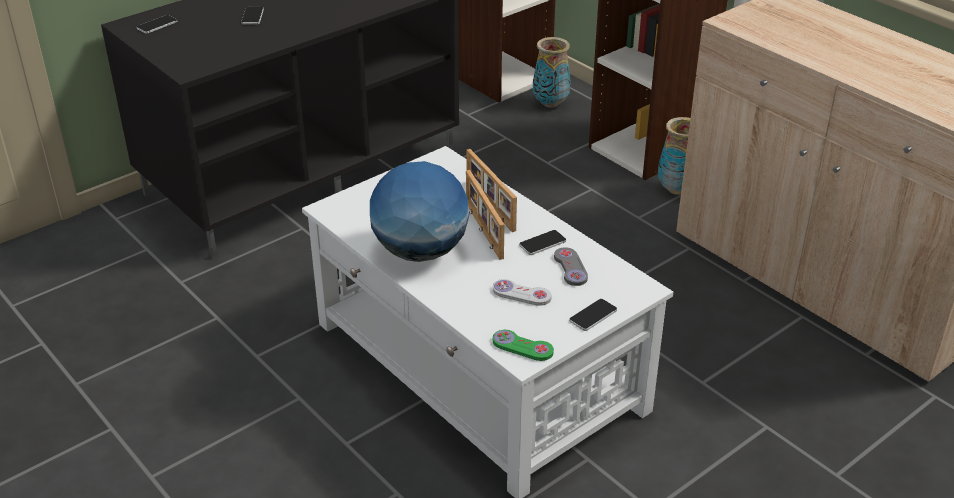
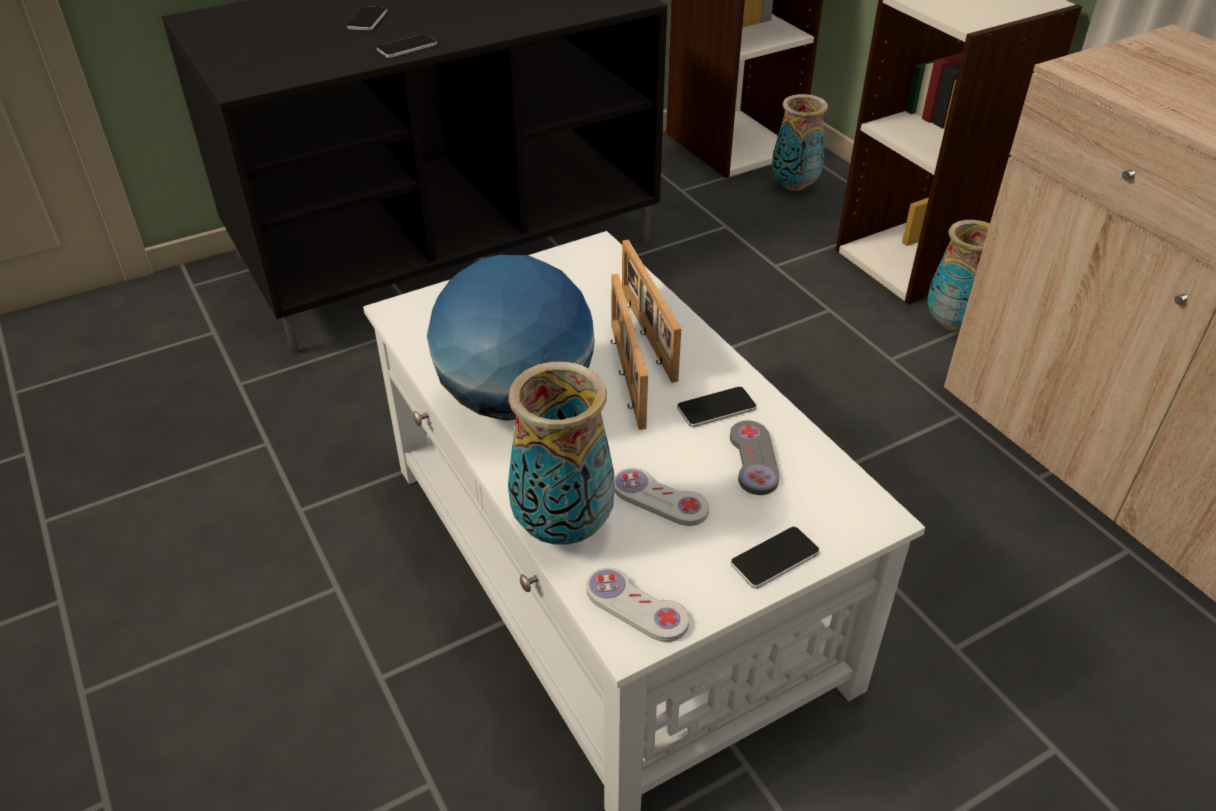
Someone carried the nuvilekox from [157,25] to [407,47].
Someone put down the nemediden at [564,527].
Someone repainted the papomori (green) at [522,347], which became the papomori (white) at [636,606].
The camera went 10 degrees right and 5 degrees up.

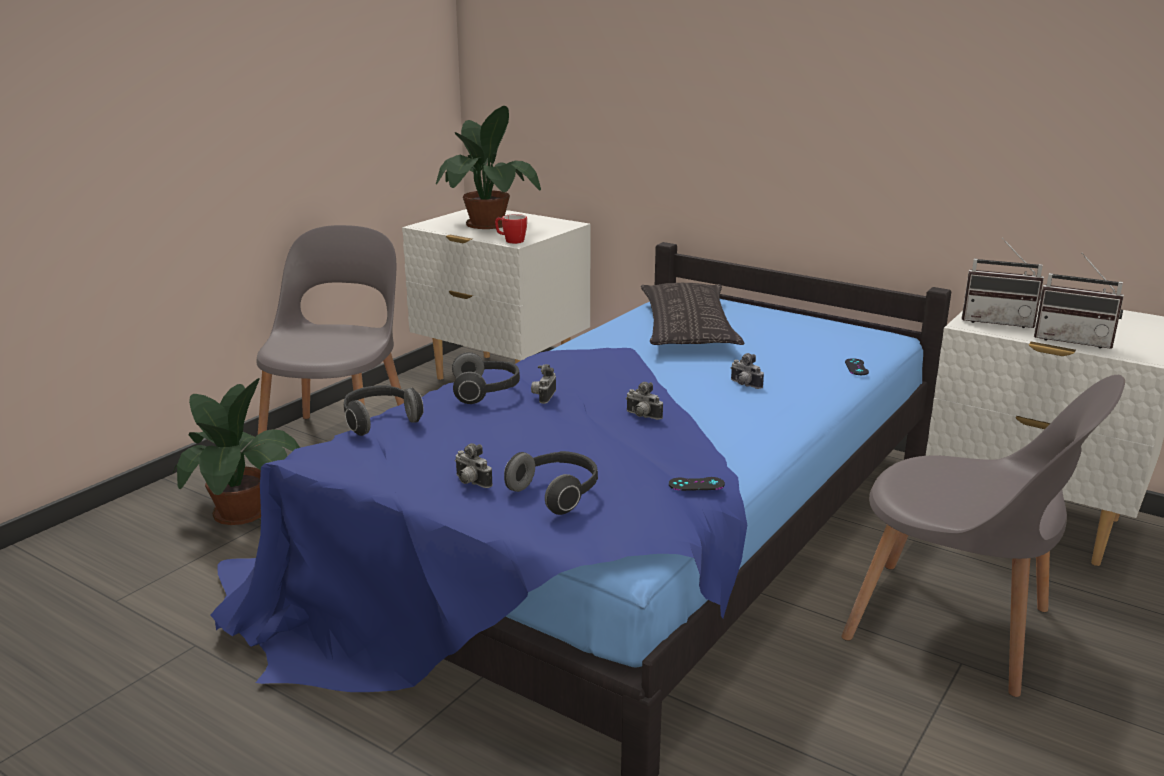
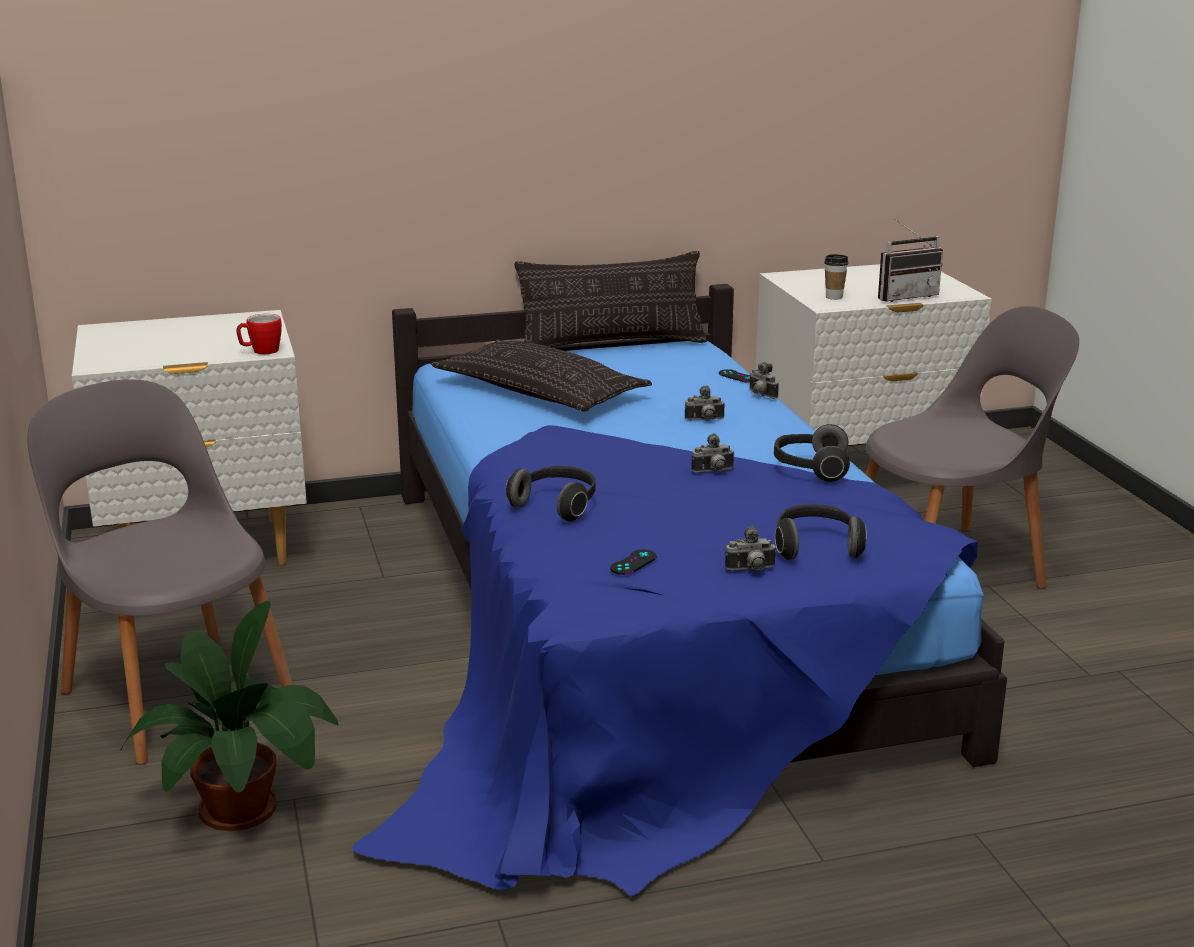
Someone put down the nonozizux at [612,345].
Someone carried the papomori (black) from [696,484] to [633,562].
Someone carried the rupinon from [543,396] to [760,395].
Someone carried the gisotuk from [379,421] to [810,468].
Someone swapped the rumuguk at [998,321] for the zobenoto at [834,297].
Someone took away the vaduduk at [488,225].
The camera went 50 degrees left and 0 degrees up.

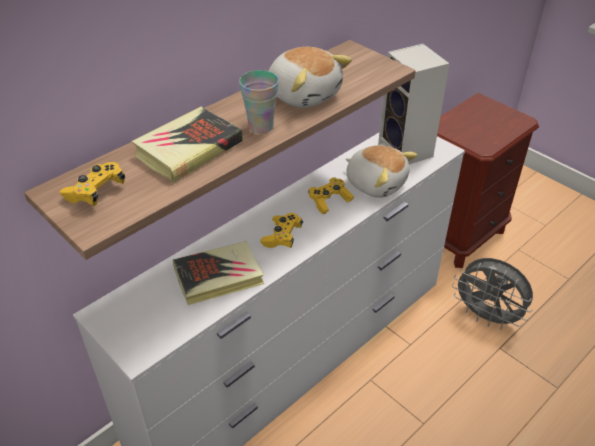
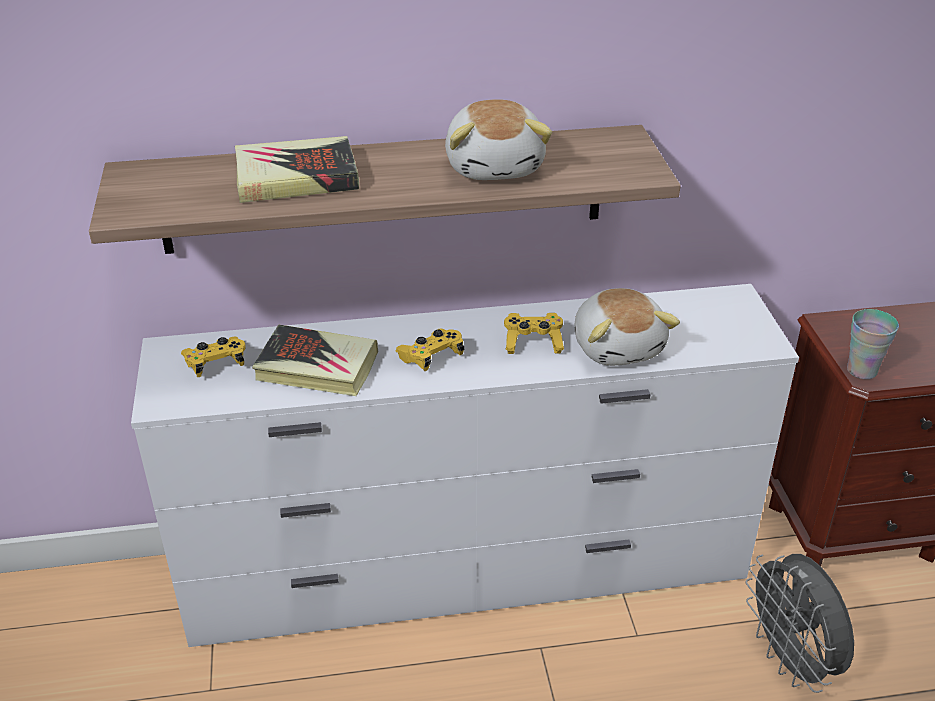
Someone carried the papomori (yellow) from [96,192] to [216,364].
Someone carried the zobenoto from [261,126] to [862,370].
Someone took away the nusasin at [407,151].
The camera went 35 degrees right and 5 degrees down.

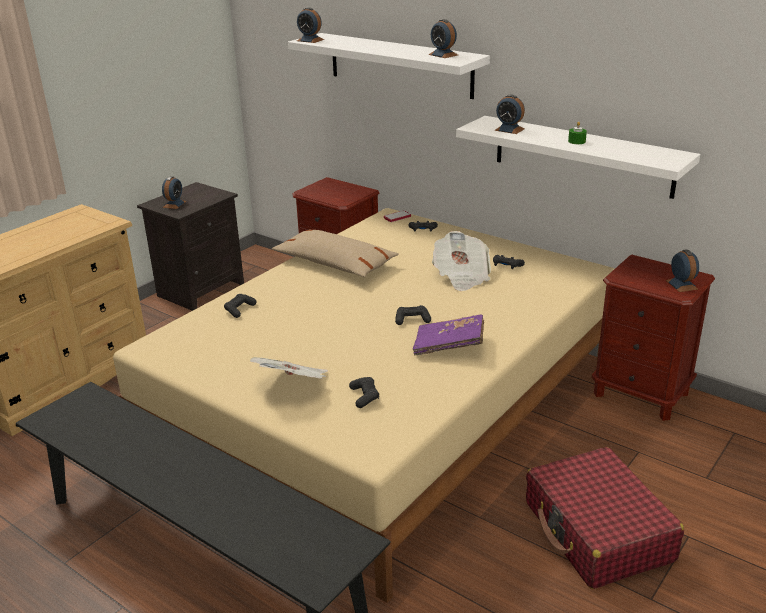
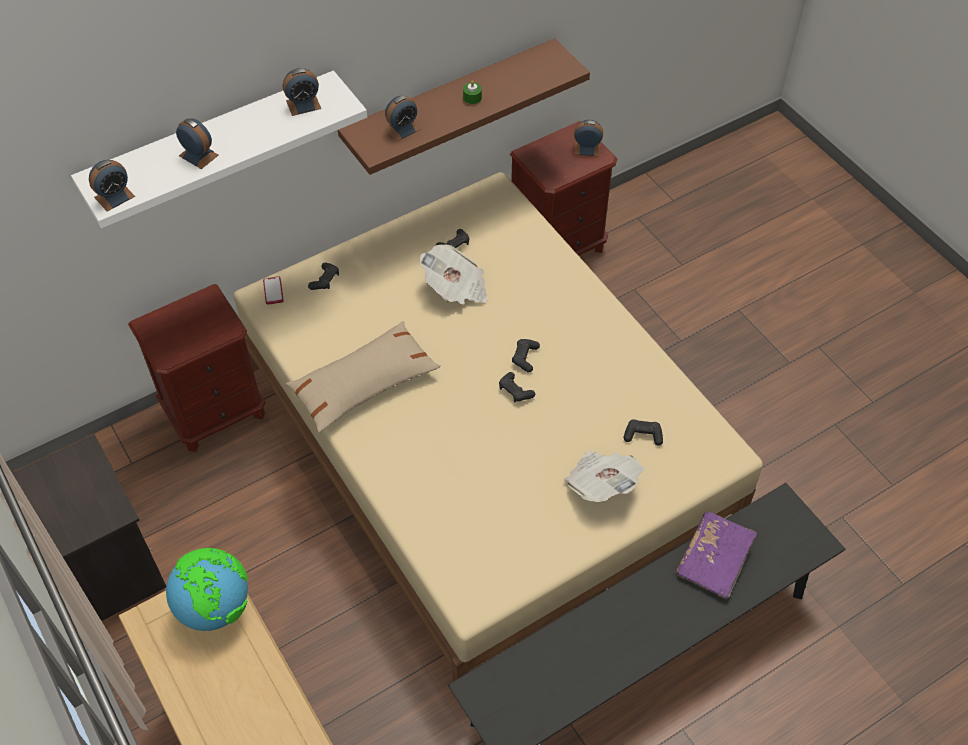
Someone put down the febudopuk at [215,607].
Someone carried the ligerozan from [174,204] to [198,155].
Someone repainted the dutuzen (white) at [582,156], which became the dutuzen (brown) at [450,102].
Someone carried the papomori (black) from [239,309] to [515,391].
Someone carried the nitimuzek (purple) from [449,346] to [714,560].
Someone took away the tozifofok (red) at [597,532].
The camera went 70 degrees left and 25 degrees up.

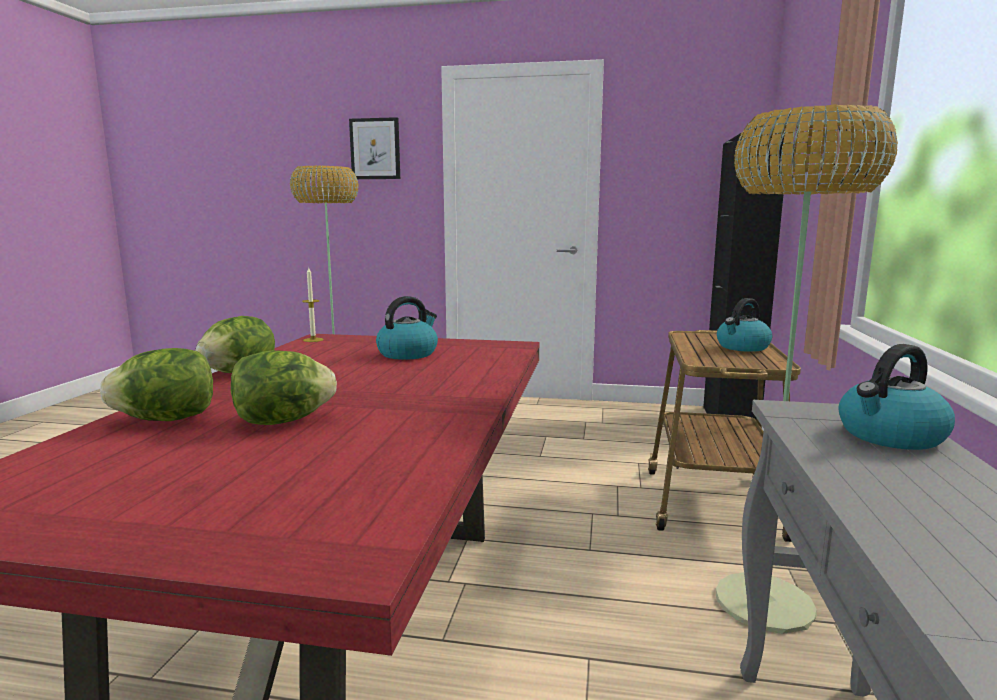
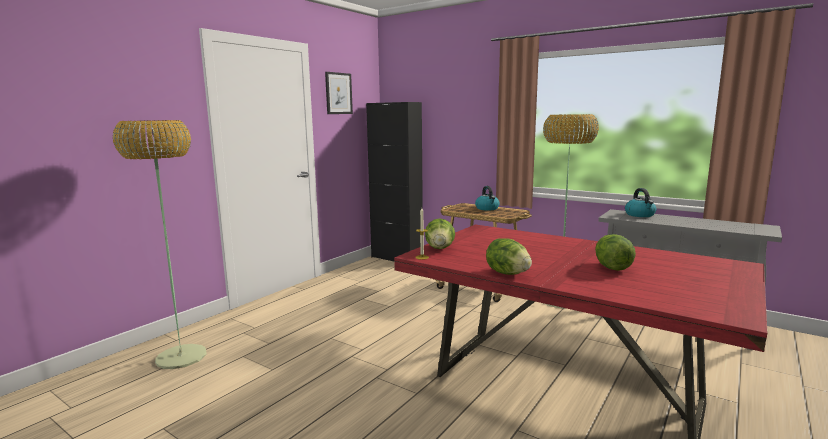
Someone carried the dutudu from [375,149] to [338,93].
Someone carried the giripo from [167,419] to [440,248].
Someone took away the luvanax at [408,353].
The camera went 65 degrees left and 0 degrees up.

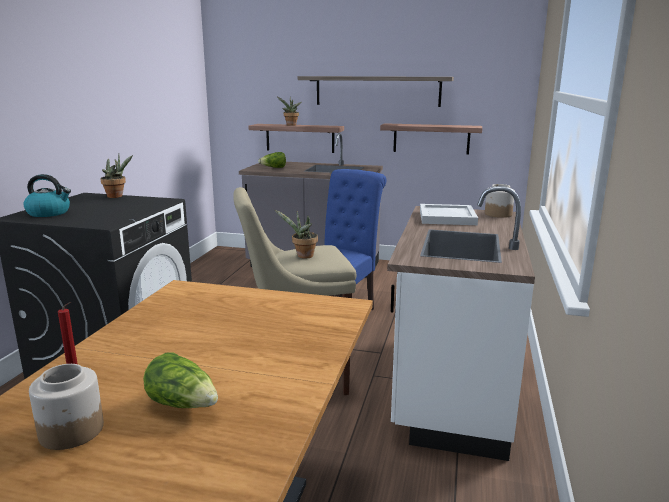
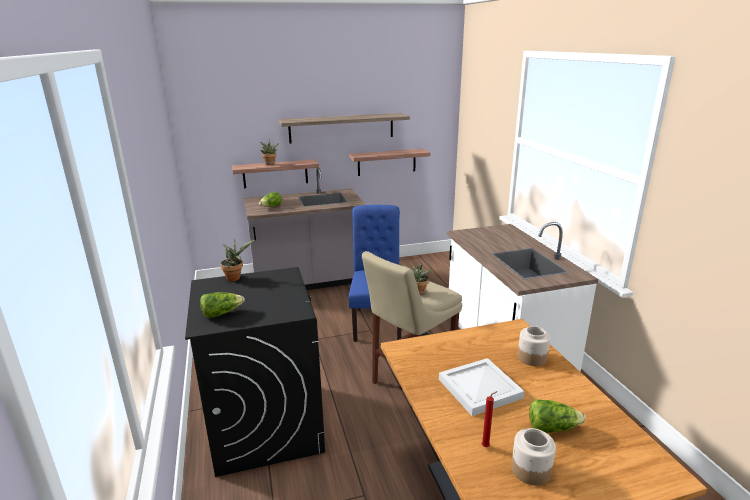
Someone swapped the luvanax at [49,213] for the giripo at [221,313].
Someone carried the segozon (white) from [446,217] to [478,388].
Someone carried the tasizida from [498,214] to [531,357].
The camera went 30 degrees left and 5 degrees up.

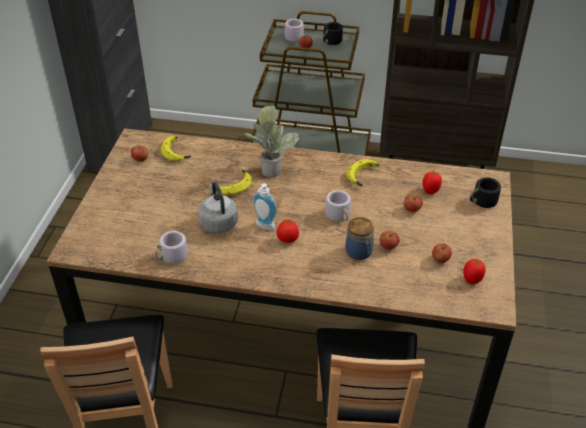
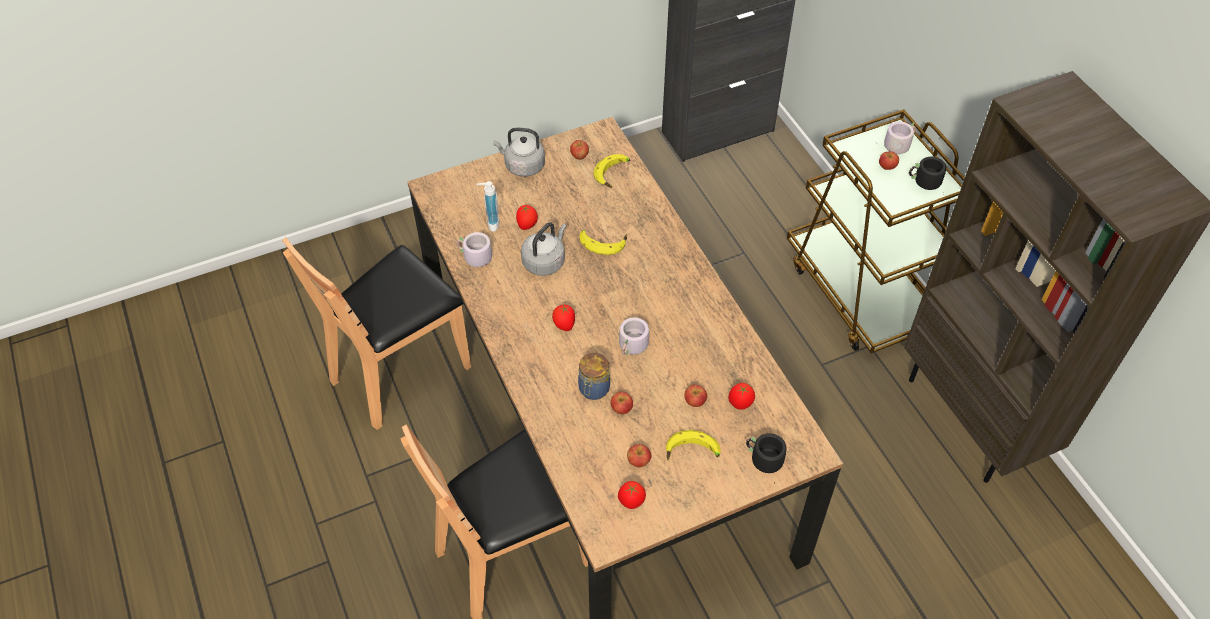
Someone carried the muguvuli from [264,227] to [490,223].
Someone put down the luvanax (grey) at [522,166].
Someone put down the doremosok at [527,226].
Someone carried the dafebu from [364,176] to [692,453].
Someone took away the vaduduk at [271,167].
The camera went 55 degrees right and 10 degrees up.

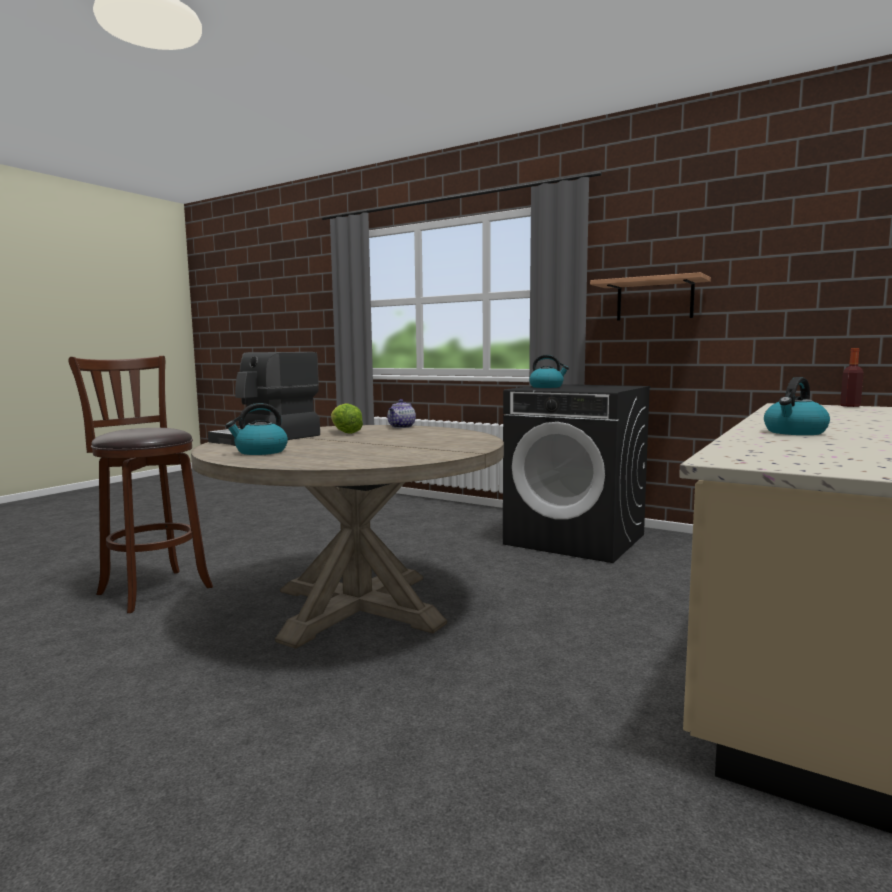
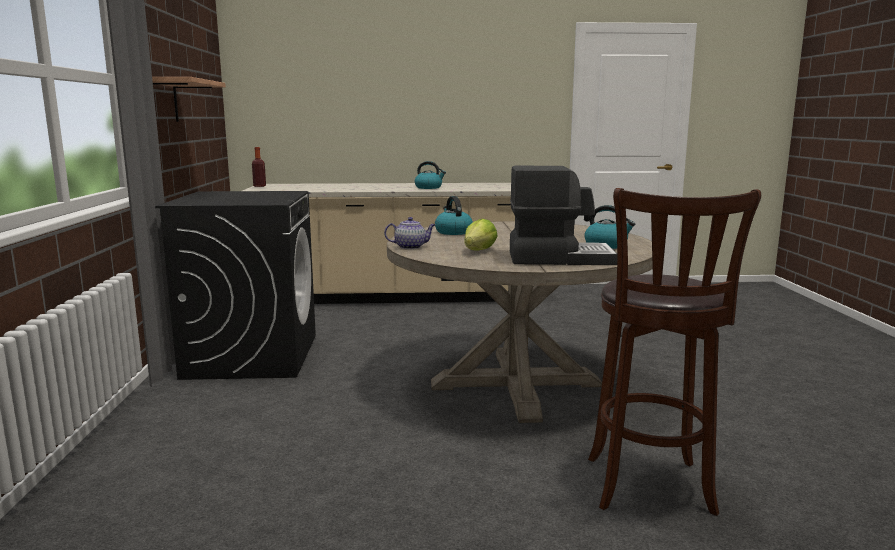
Someone carried the luvanax from [547,387] to [453,232].
The camera went 125 degrees left and 5 degrees up.

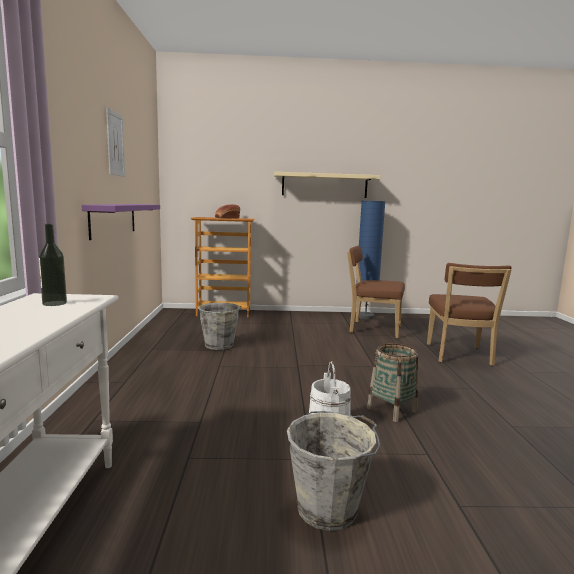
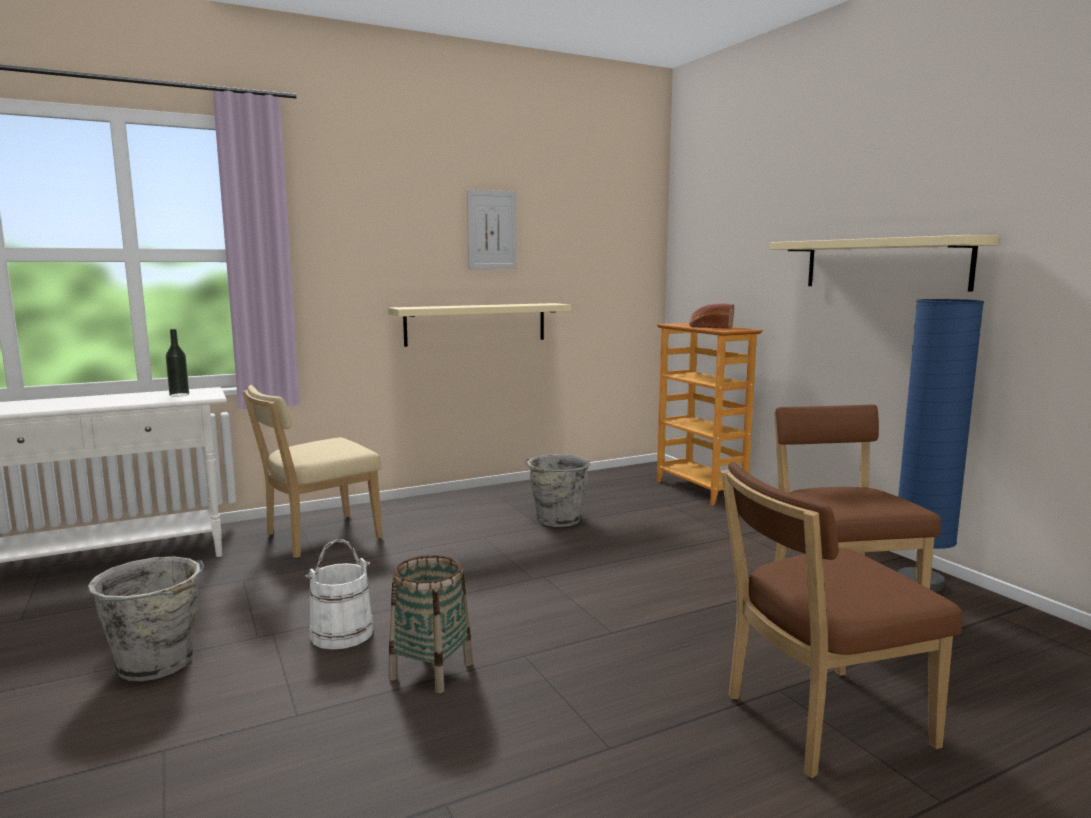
Someone put down the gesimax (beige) at [317,537].
Someone repainted the dutuzen (purple) at [113,219], which became the dutuzen (beige) at [476,324].
The camera went 65 degrees right and 0 degrees up.

